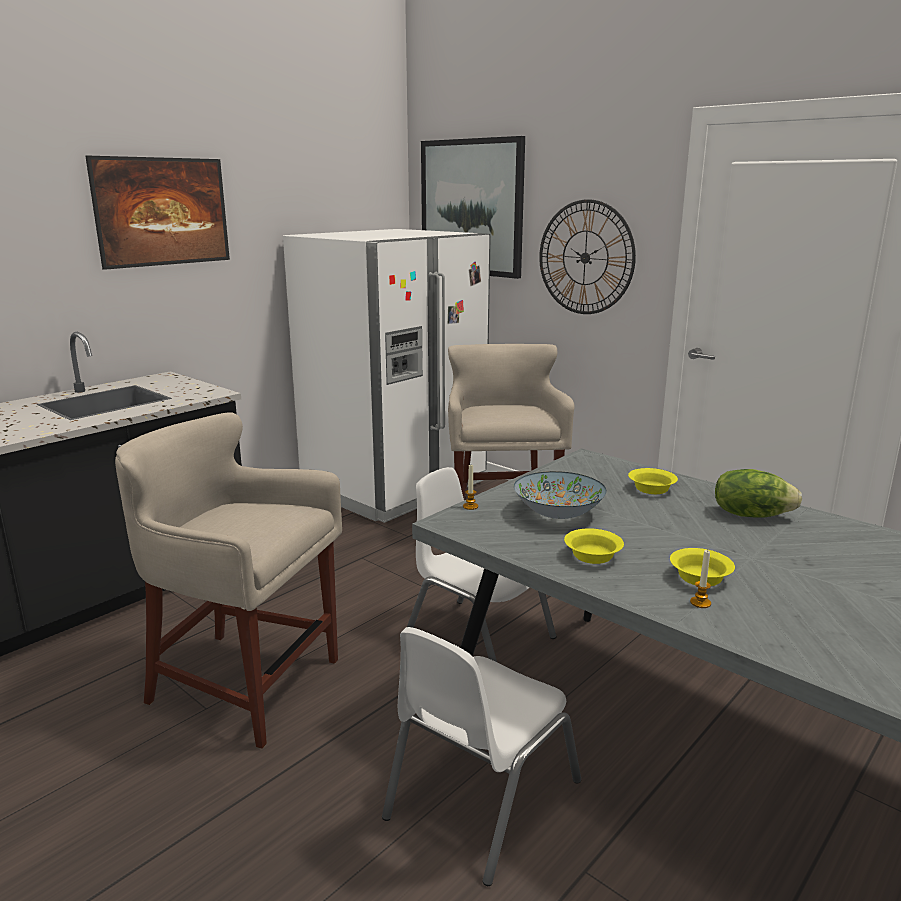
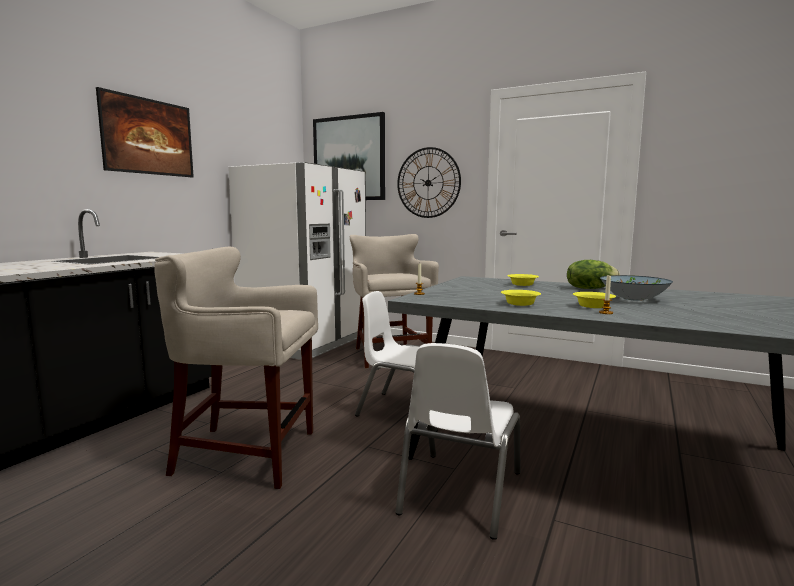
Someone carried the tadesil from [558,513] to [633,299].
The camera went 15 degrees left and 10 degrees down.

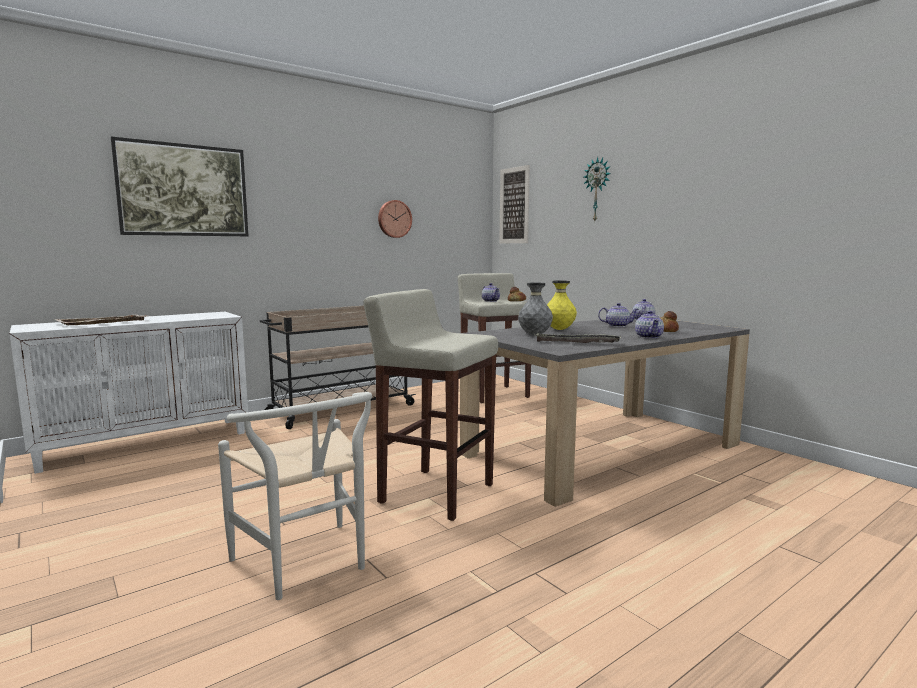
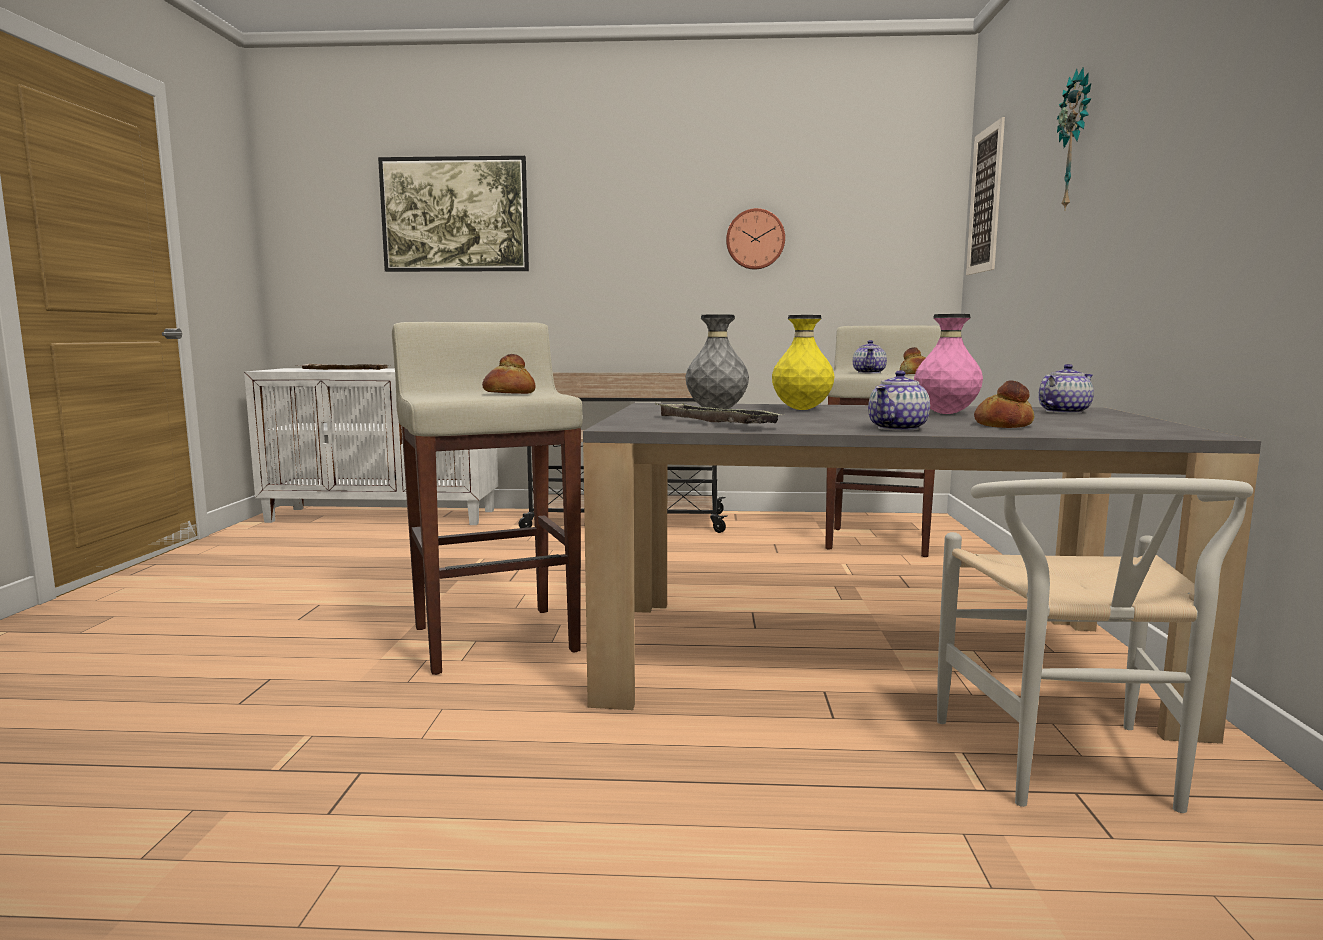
Someone put down the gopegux at [509,393].
Someone swapped the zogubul at [617,326] for the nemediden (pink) at [946,414].
Someone carried the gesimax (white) from [307,565] to [1070,770].
The camera went 40 degrees right and 0 degrees up.

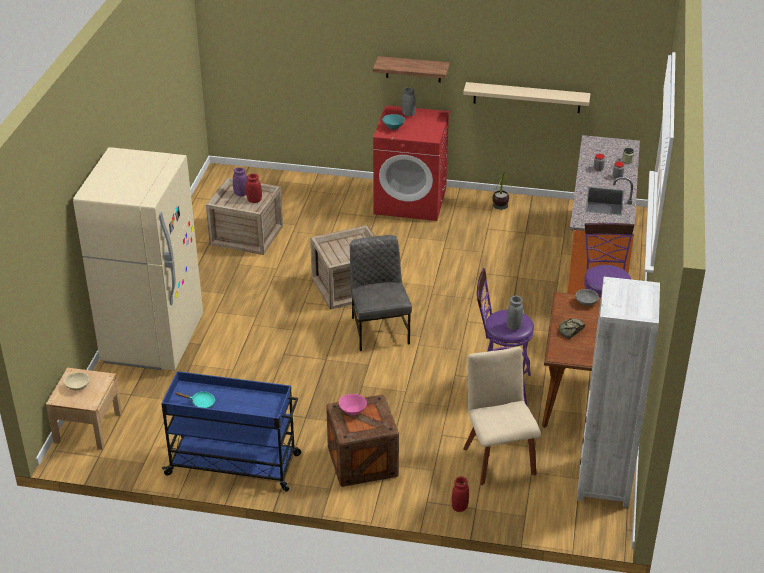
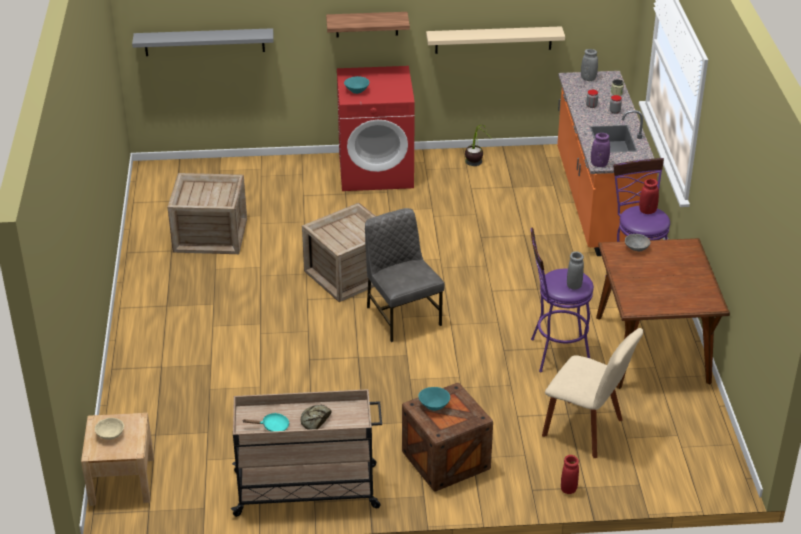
Someone put up the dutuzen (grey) at [204,42].
Someone repainted the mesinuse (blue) at [235,465], which became the mesinuse (beige) at [308,490].
Someone carried the gopegux from [570,330] to [315,420].
Someone repainted the tadesil (pink) at [352,411], which became the tadesil (turquoise) at [434,406].
Someone rotated the gesimax (beige) at [498,458] by 150 degrees clockwise.
Someone carried the nemediden (grey) from [408,114] to [588,79].
Someone carried the nemediden (purple) from [241,194] to [599,164].
Someone carried the nemediden (red) from [254,200] to [647,211].
Someone took away the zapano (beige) at [153,340].
Someone took away the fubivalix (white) at [604,482].
The camera went 15 degrees left and 0 degrees up.

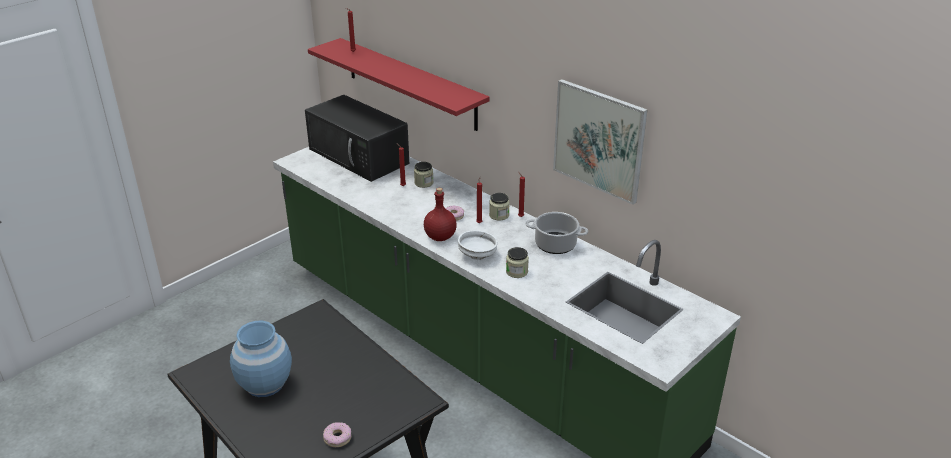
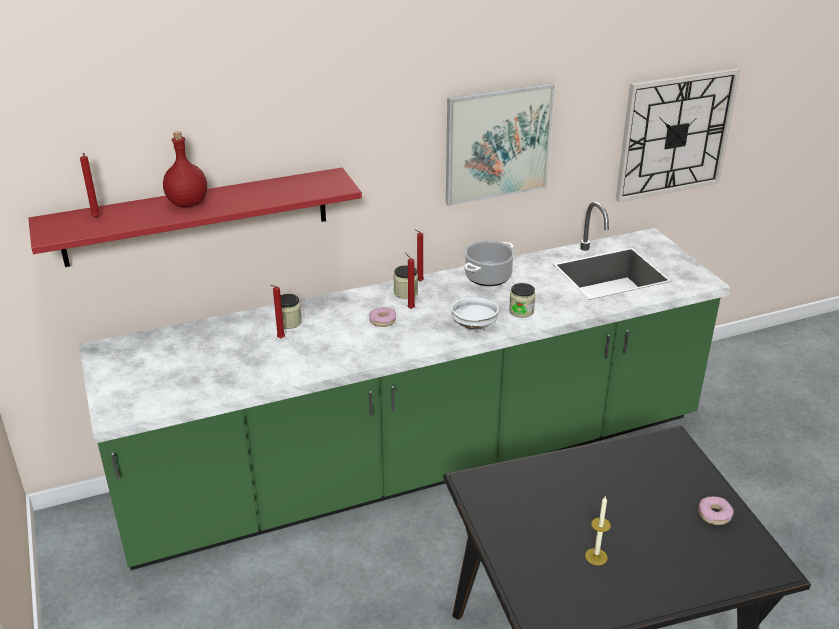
Someone carried the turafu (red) from [441,237] to [188,203].
Someone swapped the nemediden (blue) at [265,384] for the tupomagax at [596,556].
Someone put up the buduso at [675,135].
Someone took away the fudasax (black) at [360,156].
The camera went 65 degrees left and 0 degrees up.

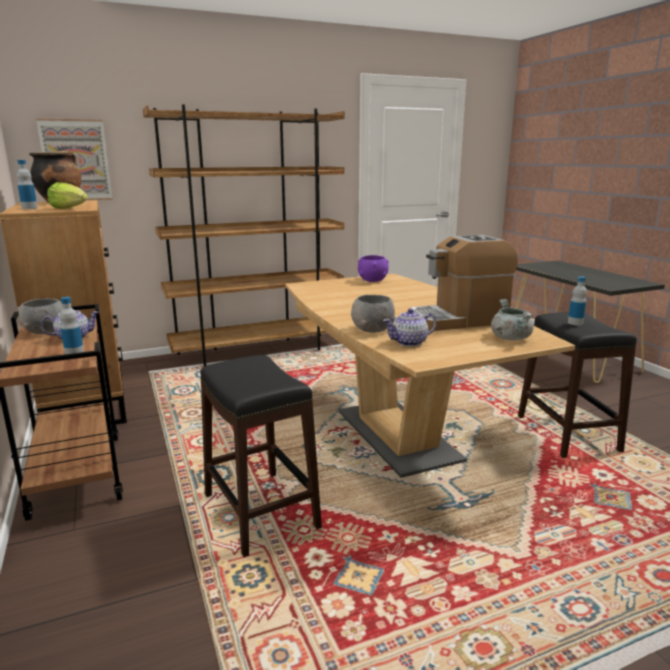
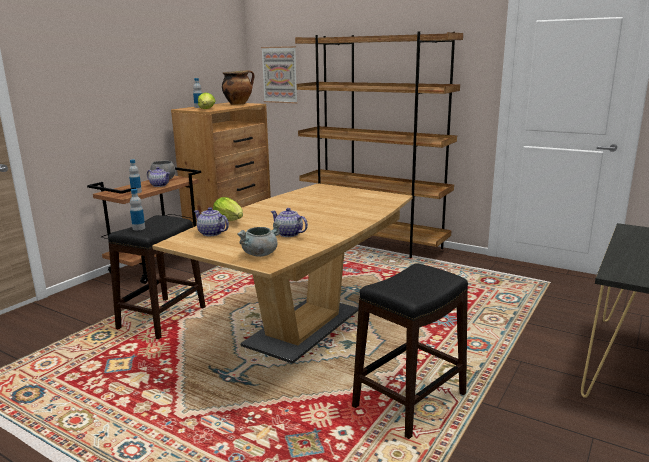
Someone carried the turafu from [575,323] to [138,228].
Someone swapped the tadesil (grey) at [372,329] for the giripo at [230,221].
Someone swapped the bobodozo at [457,320] for the zogubul at [289,234].
Someone took away the tadesil (purple) at [373,280].
The camera went 55 degrees right and 0 degrees up.

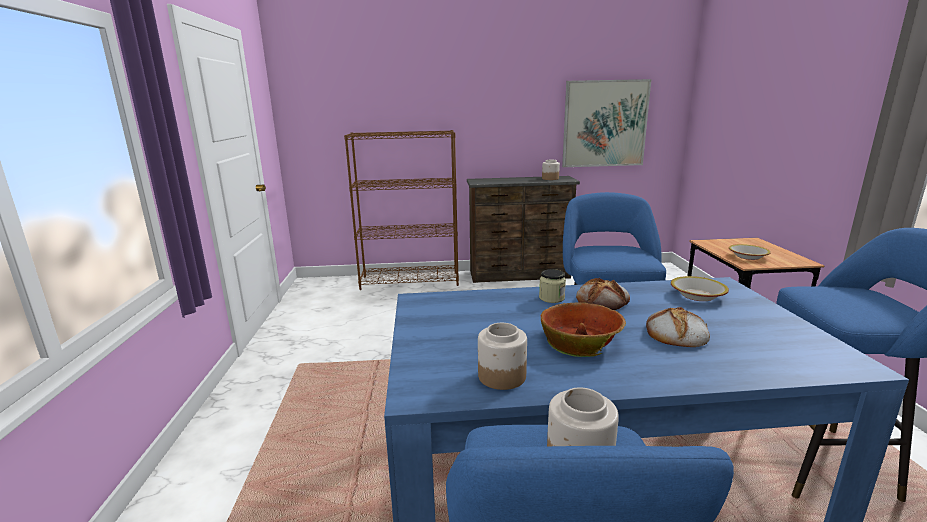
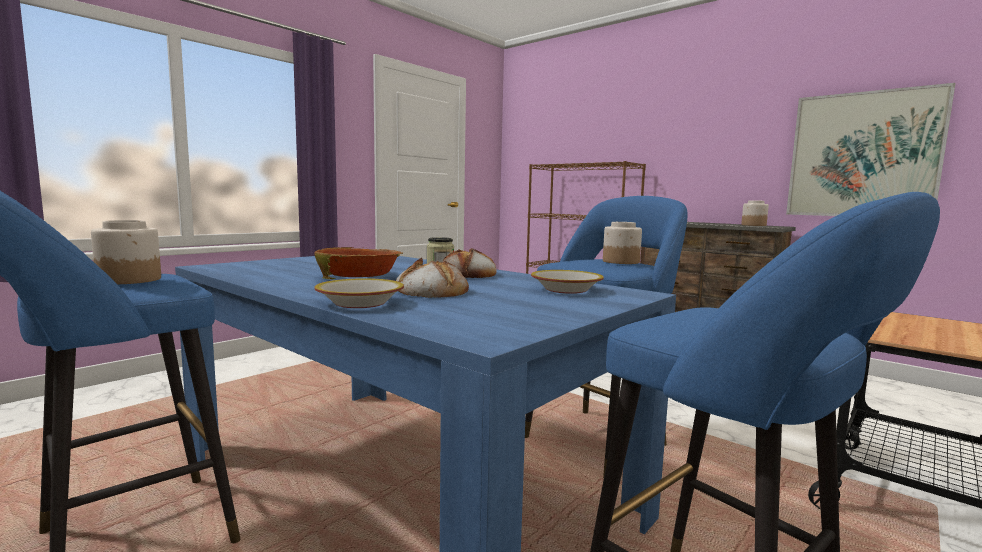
Someone carried the tadesil from [748,256] to [360,303].
Someone carried the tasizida from [501,376] to [620,261].
The camera went 45 degrees right and 10 degrees down.

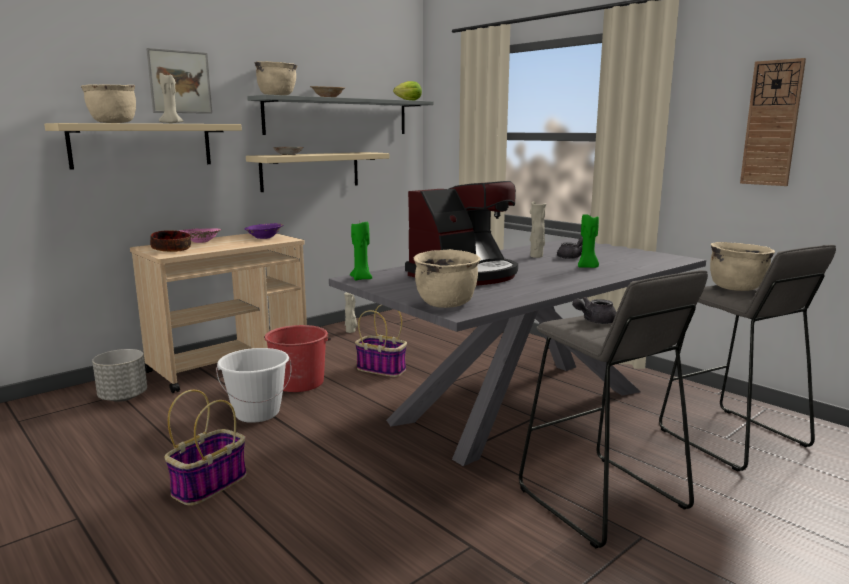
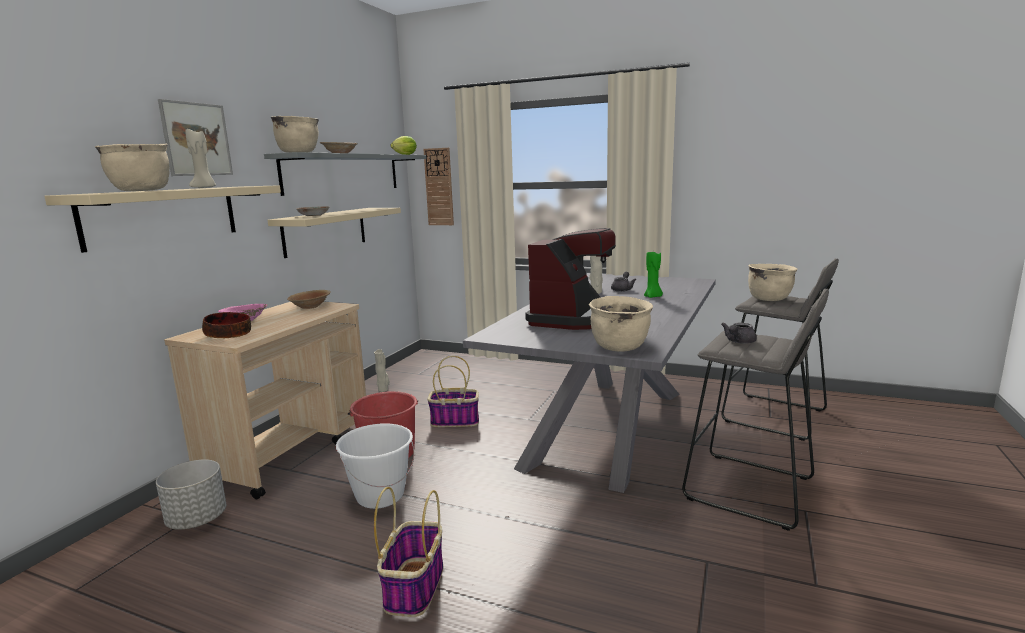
Someone repainted the tadesil (purple) at [264,237], which became the tadesil (brown) at [310,307].
Someone carried the buduso from [772,123] to [439,187].
Someone took away the tupomagax (green) at [361,278].
The camera went 25 degrees left and 0 degrees up.

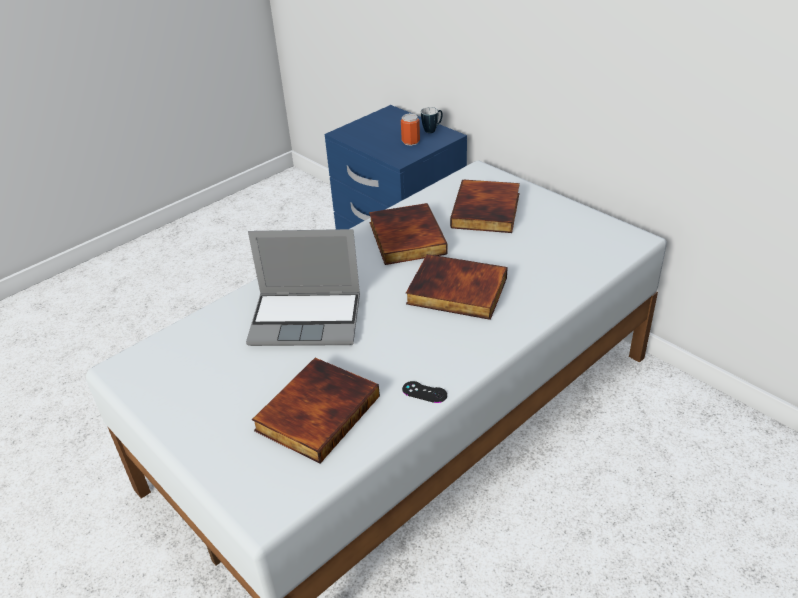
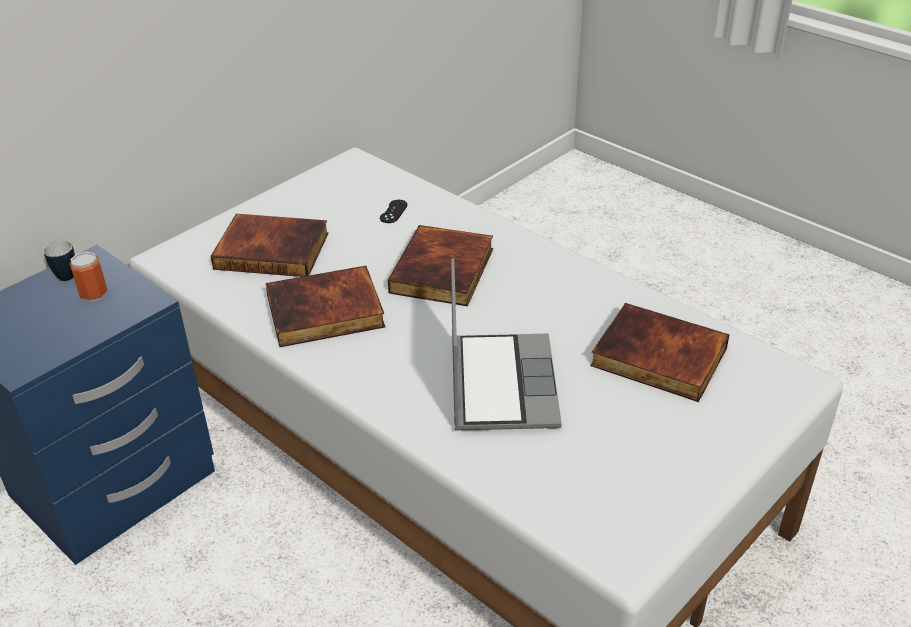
Someone carried the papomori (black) from [424,392] to [393,211].
The camera went 95 degrees left and 0 degrees up.

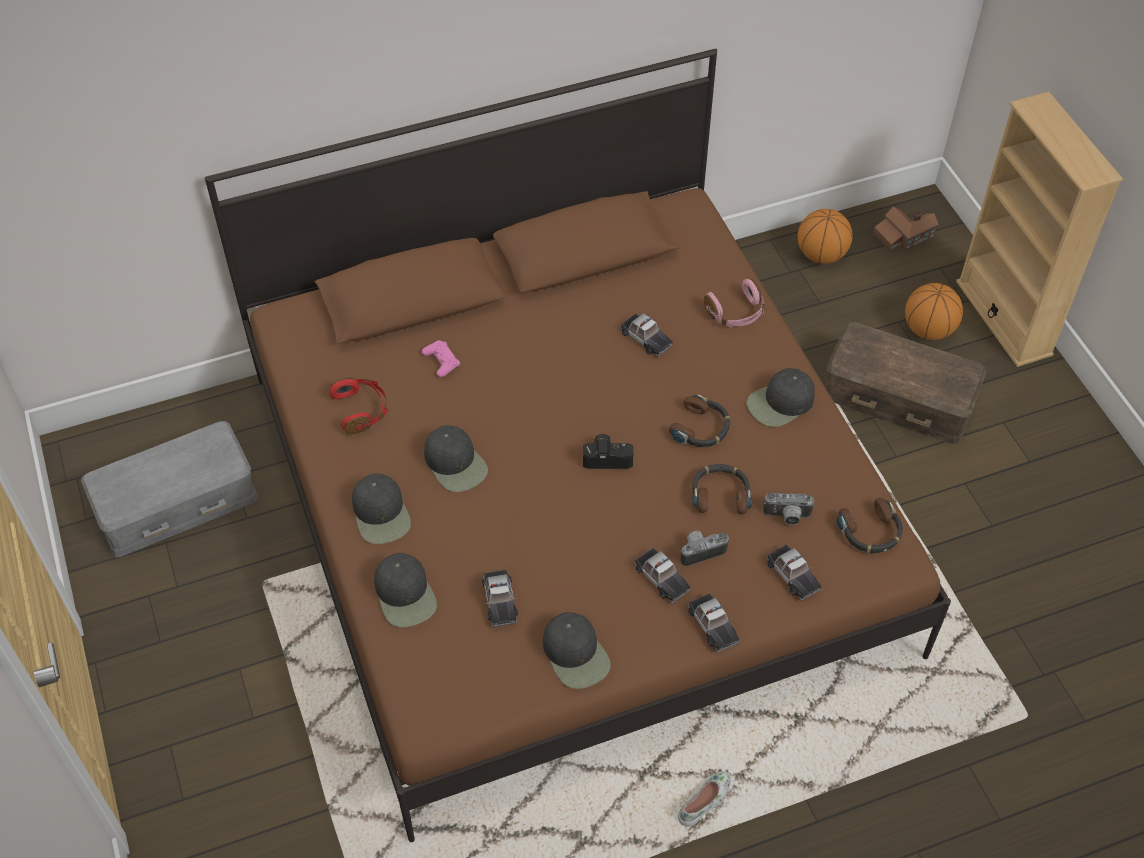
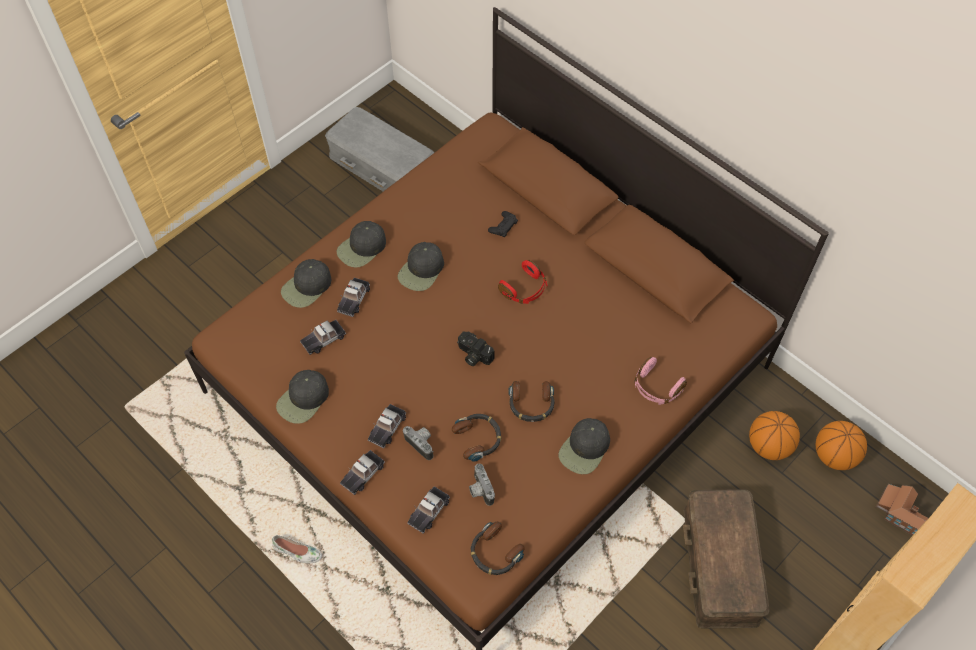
Someone carried the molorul from [646,338] to [353,299].
Someone rotated the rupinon at [607,457] by 150 degrees clockwise.
Someone repainted the papomori (pink) at [441,361], which became the papomori (black) at [503,226].
Someone carried the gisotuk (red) from [361,410] to [524,289].
Someone rotated the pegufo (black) at [780,403] by 90 degrees counterclockwise.
Someone carried the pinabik from [928,330] to [768,446].
The camera went 65 degrees right and 5 degrees up.

